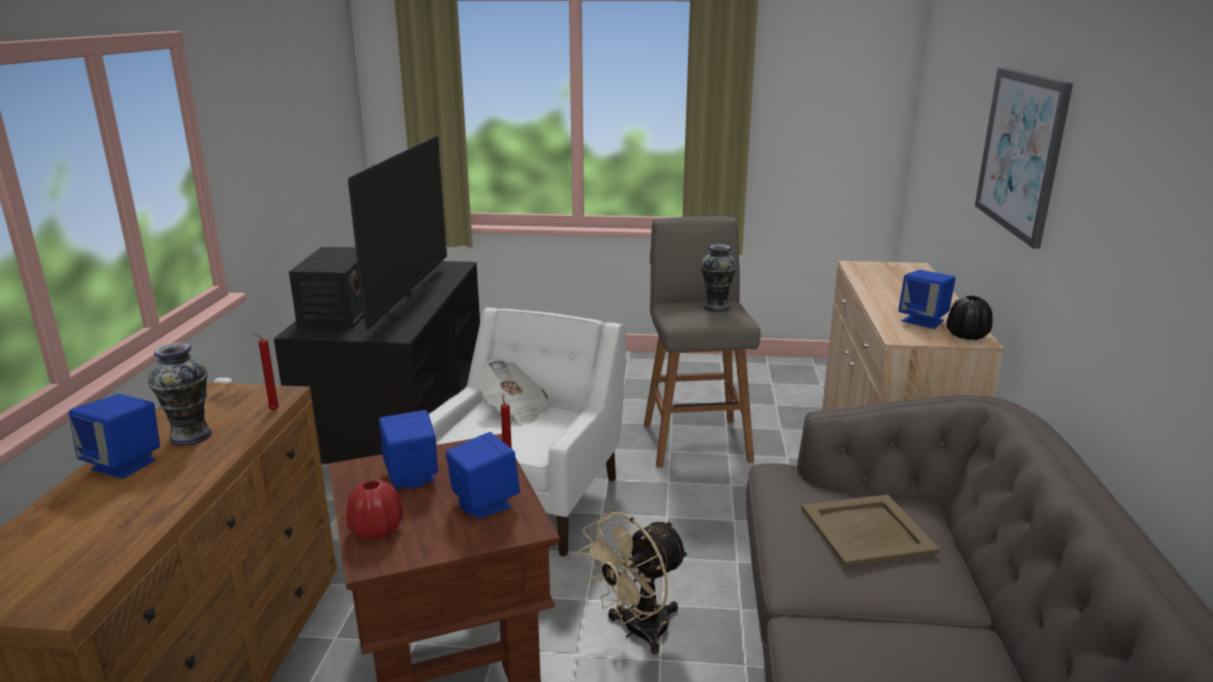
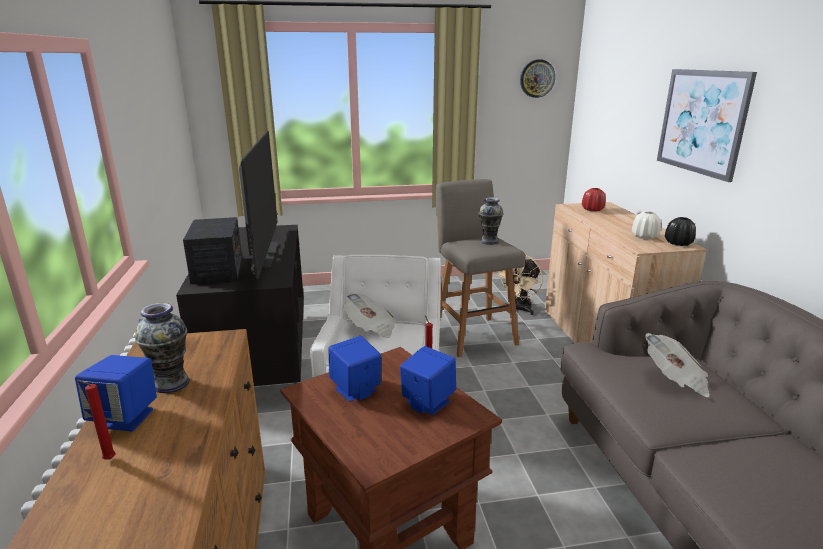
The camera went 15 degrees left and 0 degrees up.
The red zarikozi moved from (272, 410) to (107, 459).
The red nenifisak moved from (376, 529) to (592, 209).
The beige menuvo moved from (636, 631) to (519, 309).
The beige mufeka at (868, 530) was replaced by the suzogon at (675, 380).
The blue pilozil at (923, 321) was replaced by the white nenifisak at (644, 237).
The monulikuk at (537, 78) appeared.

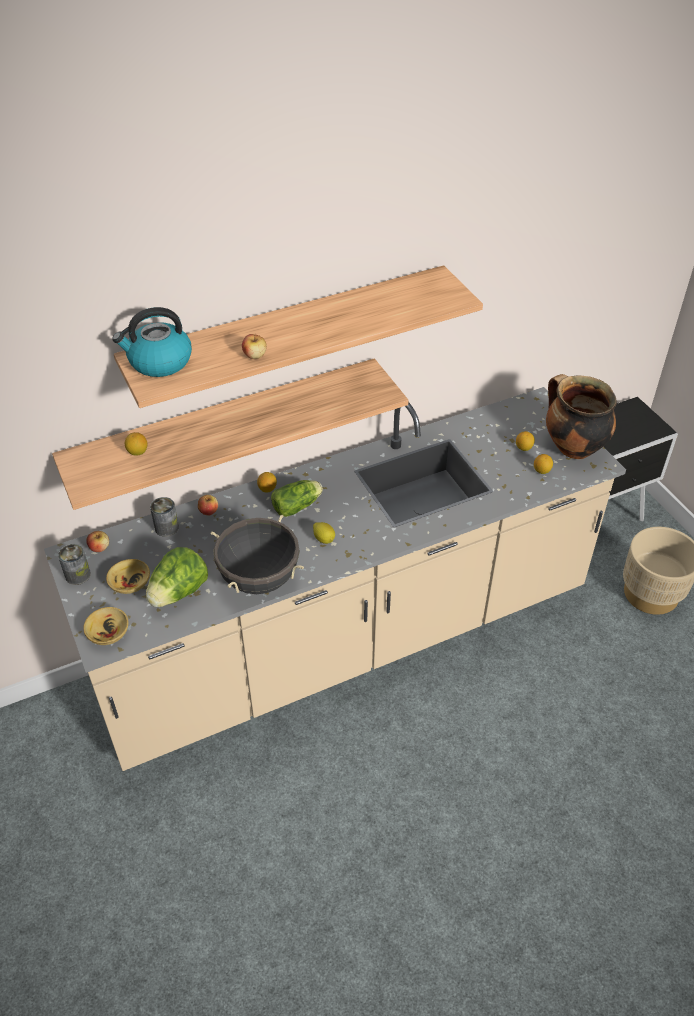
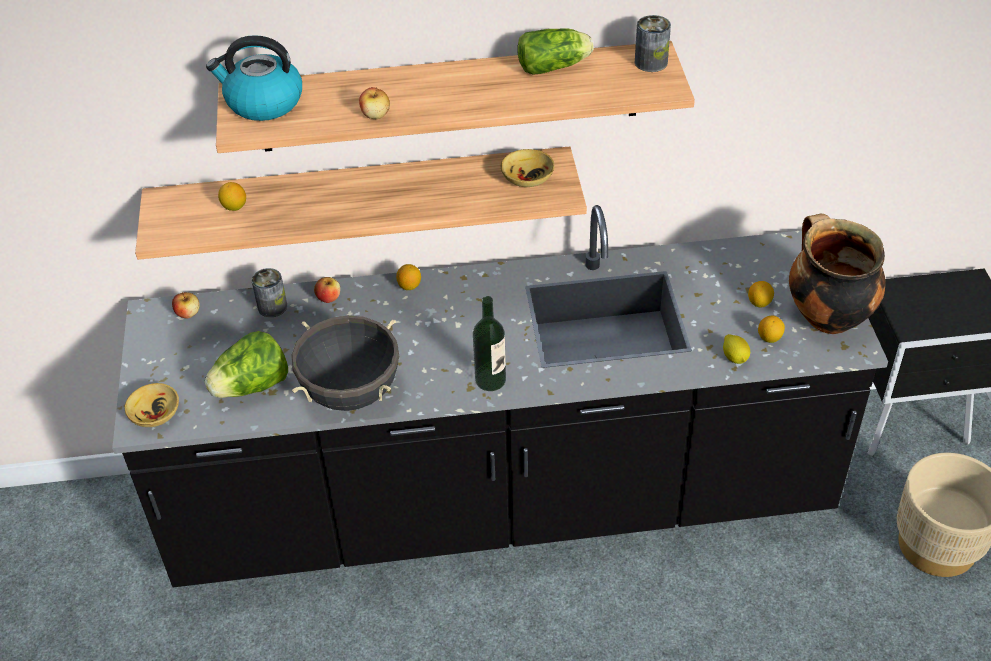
The camera went 20 degrees right and 0 degrees up.
The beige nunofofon at (346, 641) became the black nunofofon at (501, 505).
The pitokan moved from (78, 575) to (651, 62).
The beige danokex moved from (129, 582) to (527, 177).
The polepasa moved from (298, 506) to (555, 66).
The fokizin moved from (324, 539) to (735, 357).
The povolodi at (490, 380) appeared.

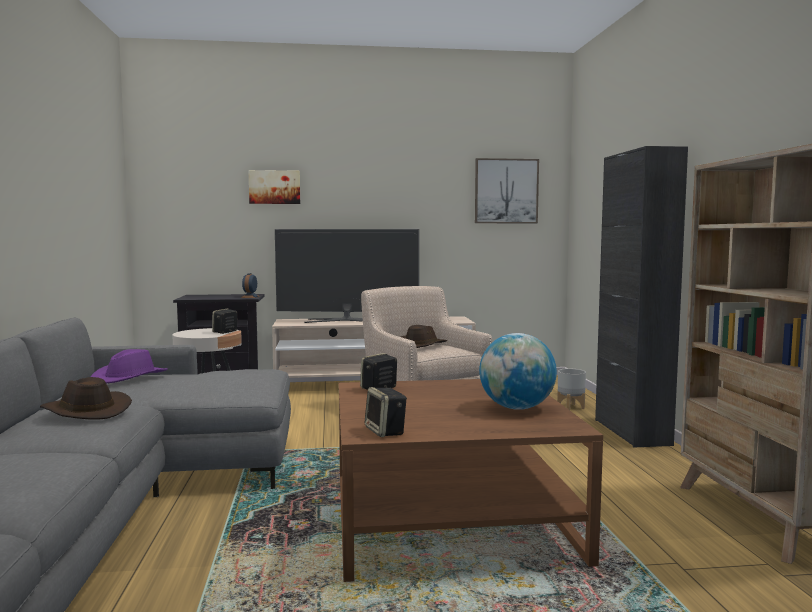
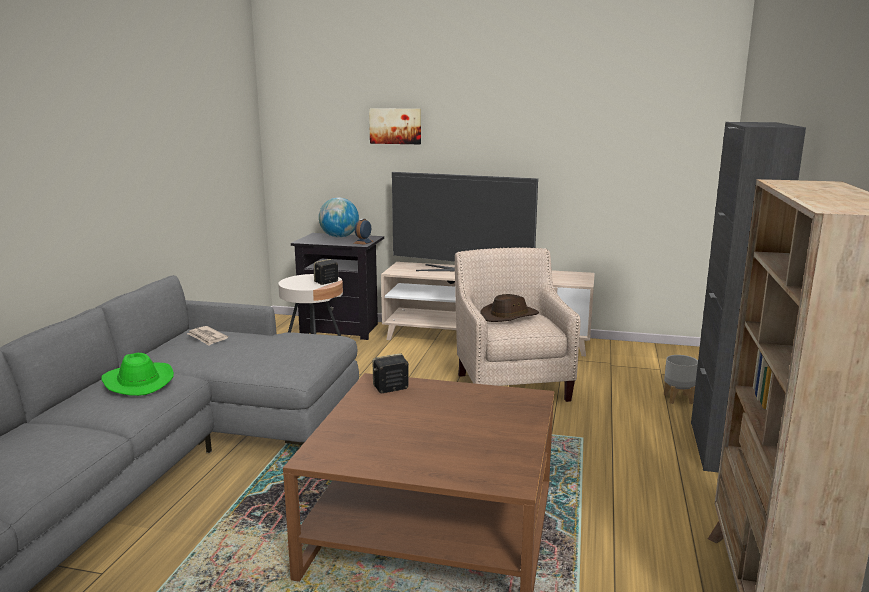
The camera went 20 degrees right and 10 degrees up.
The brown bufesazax at (85, 411) became the green bufesazax at (137, 382).
The purple bufesazax at (130, 377) was replaced by the suzogon at (207, 337).
The pilozil at (386, 431) disappeared.
The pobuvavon at (506, 191) disappeared.
The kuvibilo moved from (516, 408) to (339, 237).

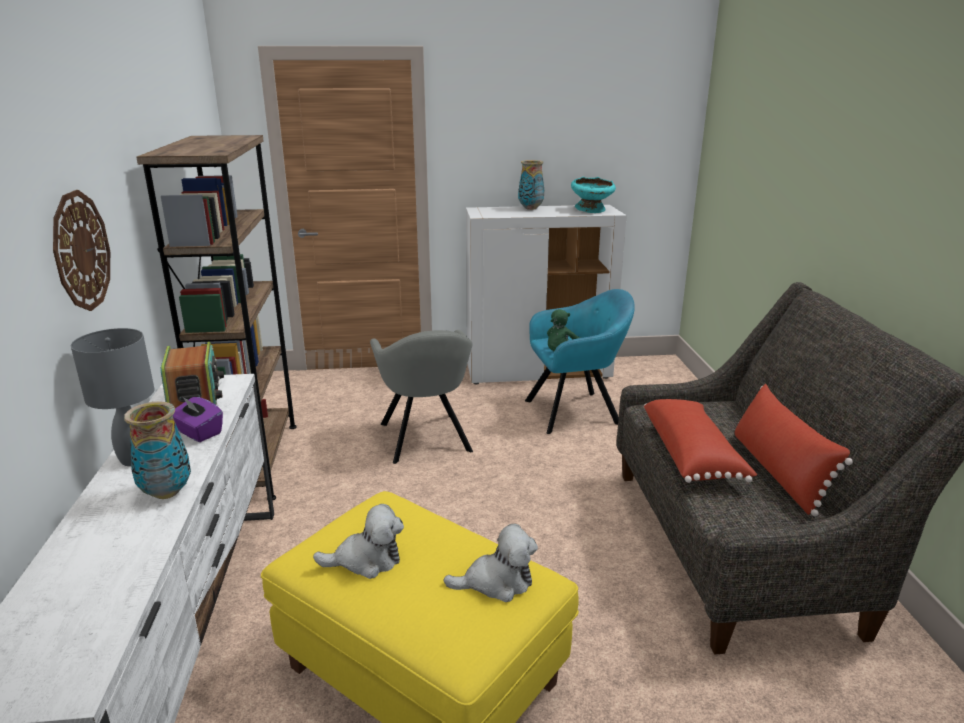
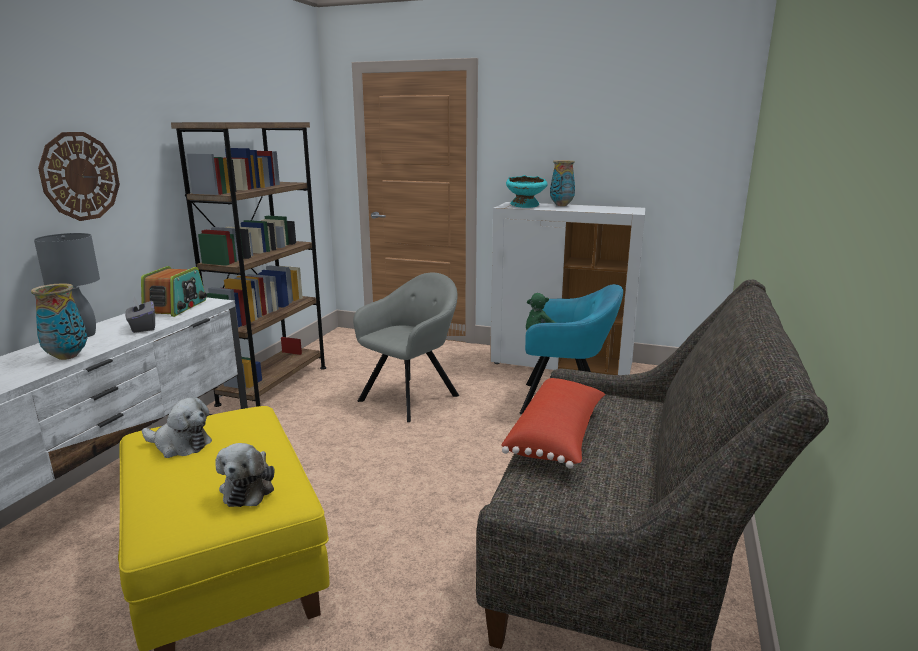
The camera went 25 degrees right and 5 degrees down.
The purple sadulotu at (198, 432) became the grey sadulotu at (143, 327).
The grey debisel at (426, 439) turned 150 degrees counterclockwise.
The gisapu at (496, 582) turned 75 degrees clockwise.
The turquoise danokex moved from (592, 210) to (526, 206).
The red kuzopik at (777, 472) disappeared.

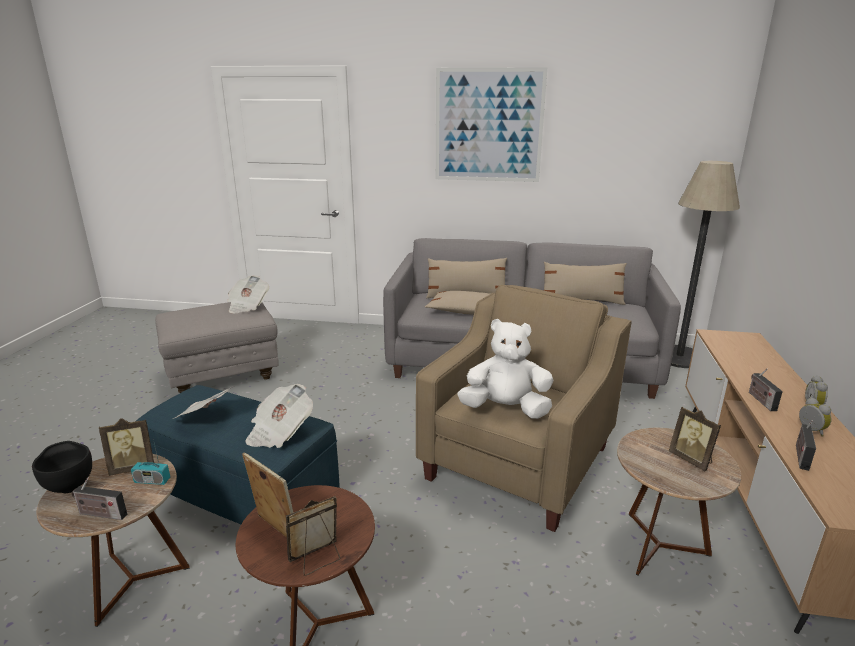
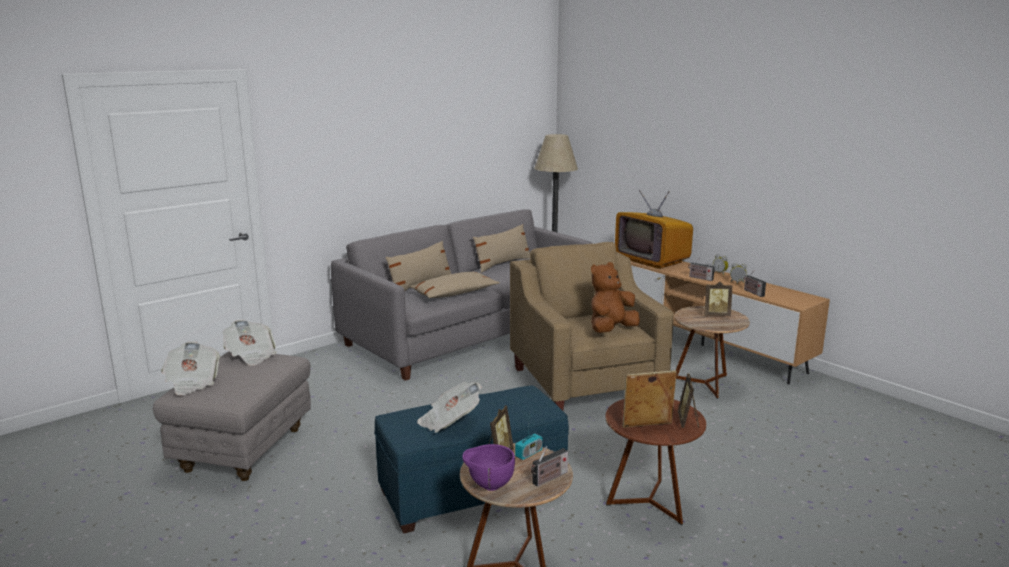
The camera went 50 degrees left and 5 degrees down.
The black danokex at (70, 486) became the purple danokex at (488, 486).
The suzogon moved from (279, 432) to (192, 382).
The pobuvavon at (488, 126) disappeared.
The white gisapu at (505, 409) became the brown gisapu at (611, 330).
The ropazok at (652, 260) appeared.

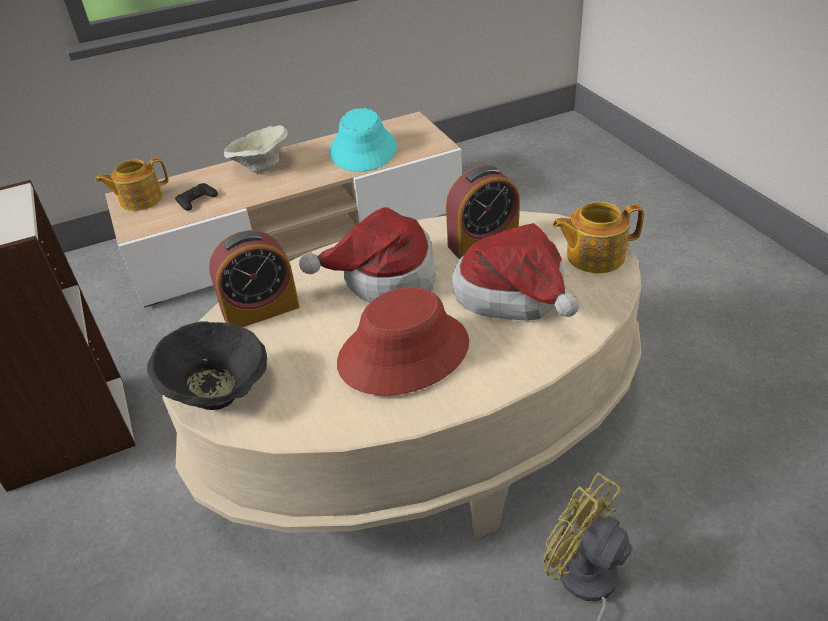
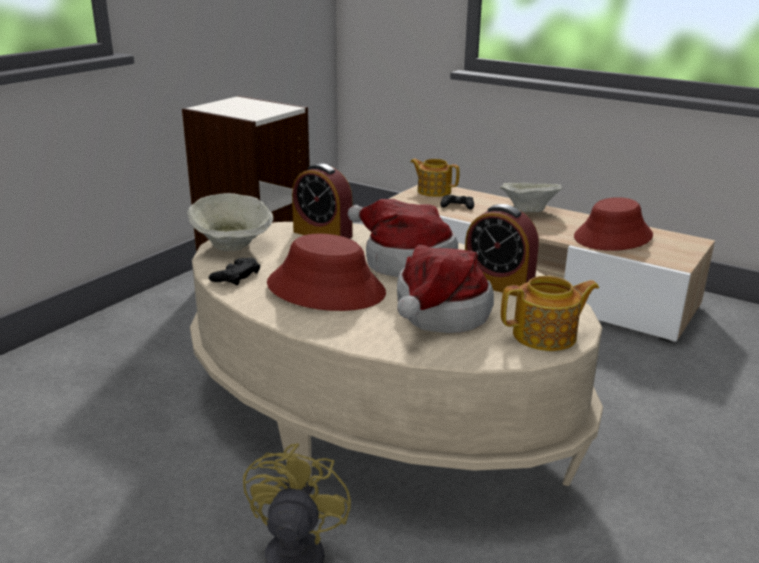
The camera went 55 degrees right and 15 degrees down.
The black danokex at (219, 393) became the beige danokex at (233, 246).
The turquoise bufesazax at (363, 150) became the red bufesazax at (613, 237).
The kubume at (593, 256) turned 120 degrees clockwise.
The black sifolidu at (235, 276) appeared.

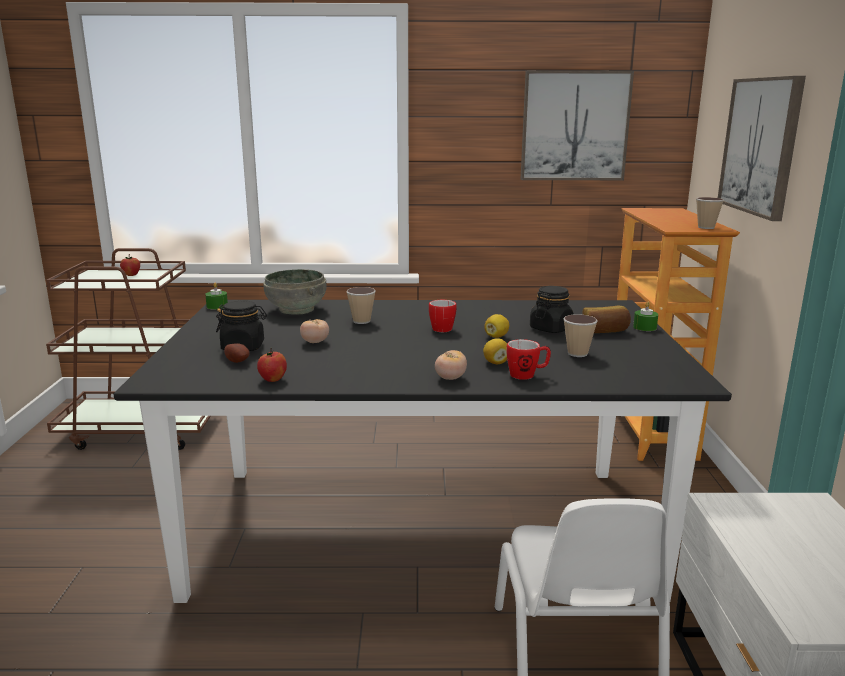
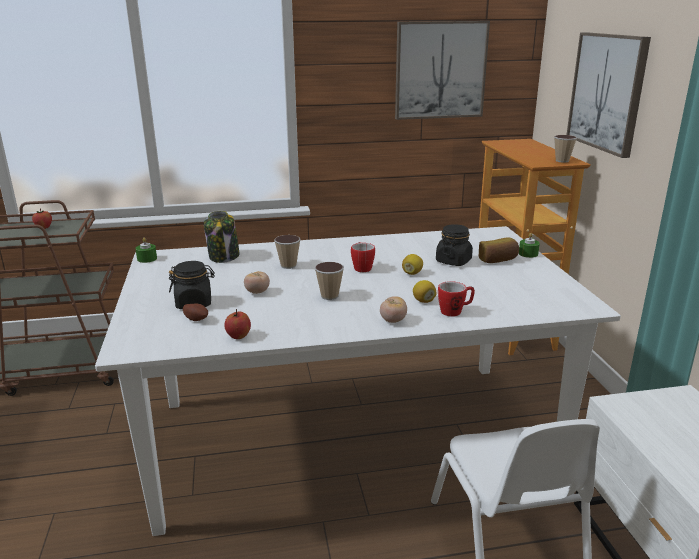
The camera went 10 degrees left and 5 degrees up.
The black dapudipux at (420, 529) became the white dapudipux at (349, 438).
The grey danokex at (297, 309) was replaced by the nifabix at (224, 257).
The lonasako moved from (577, 353) to (329, 296).

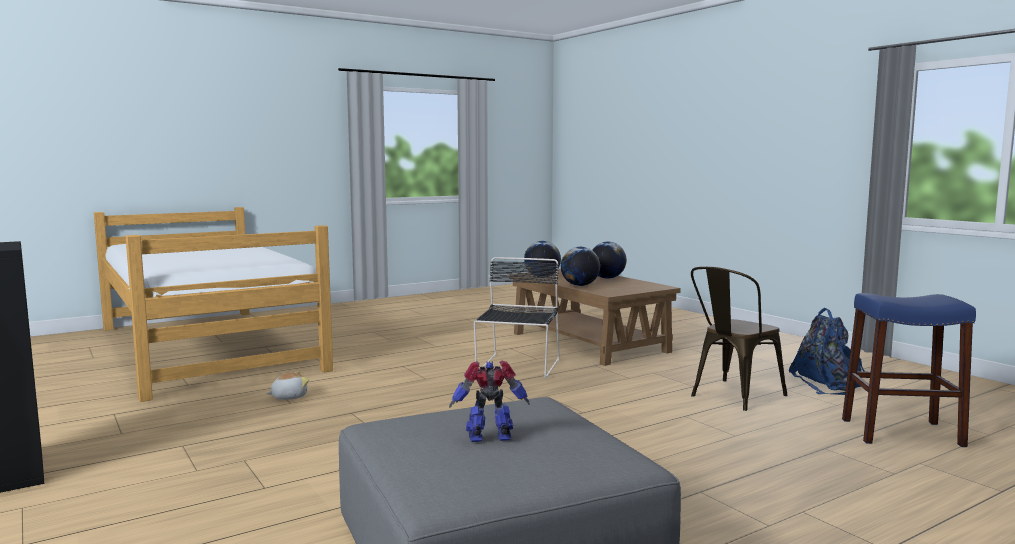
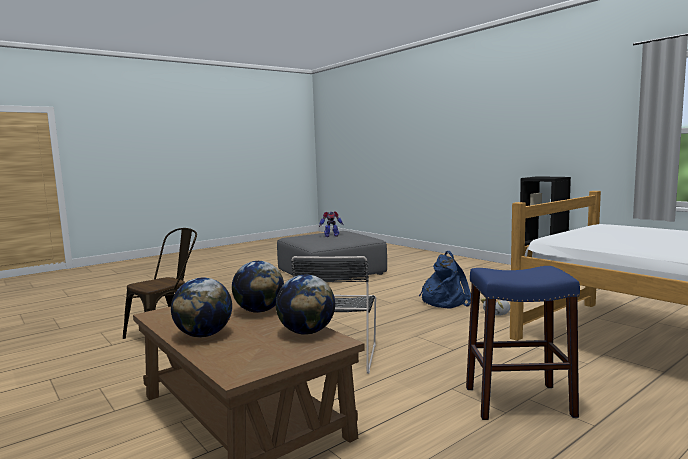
The camera went 175 degrees right and 0 degrees up.
The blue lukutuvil moved from (827, 383) to (444, 301).
The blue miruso moved from (901, 432) to (518, 401).

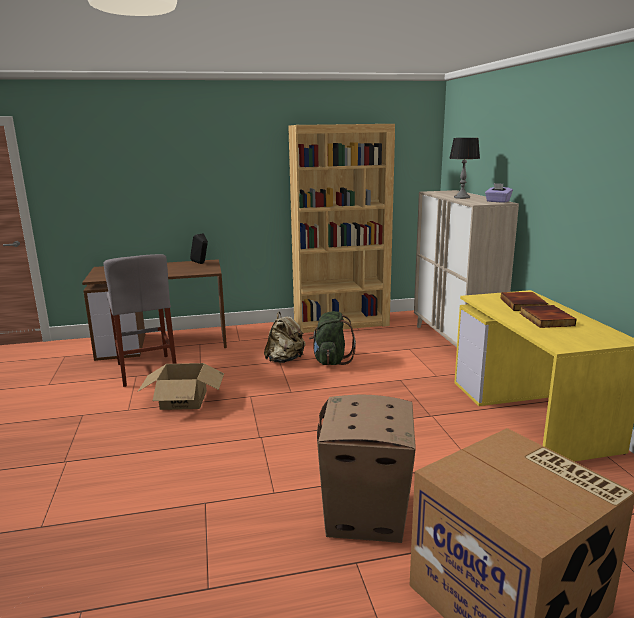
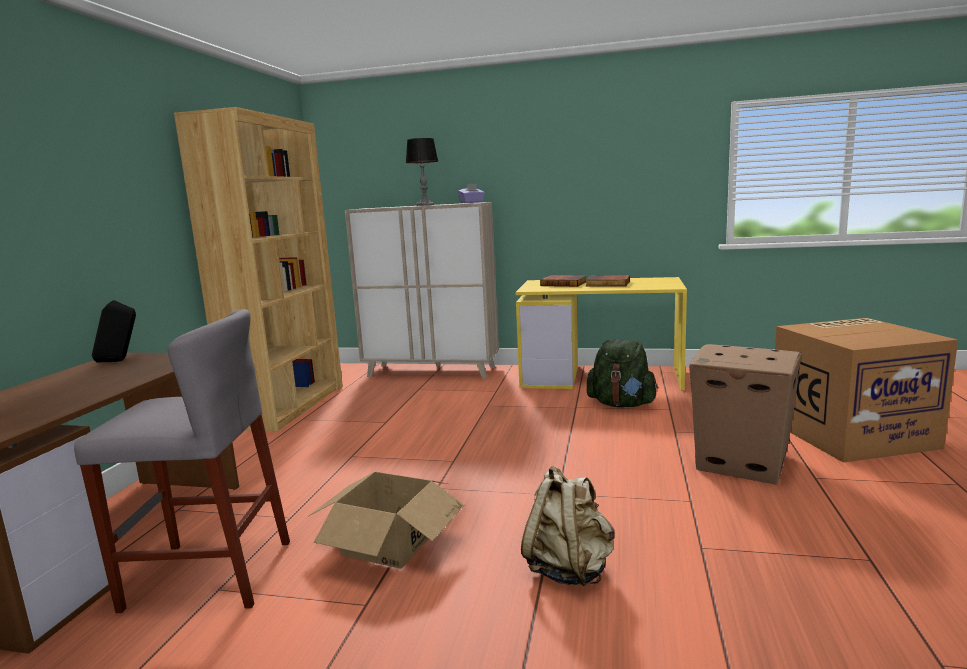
The camera went 65 degrees left and 5 degrees down.
The beige lukutuvil moved from (285, 360) to (569, 569).
The green lukutuvil moved from (331, 361) to (622, 404).

